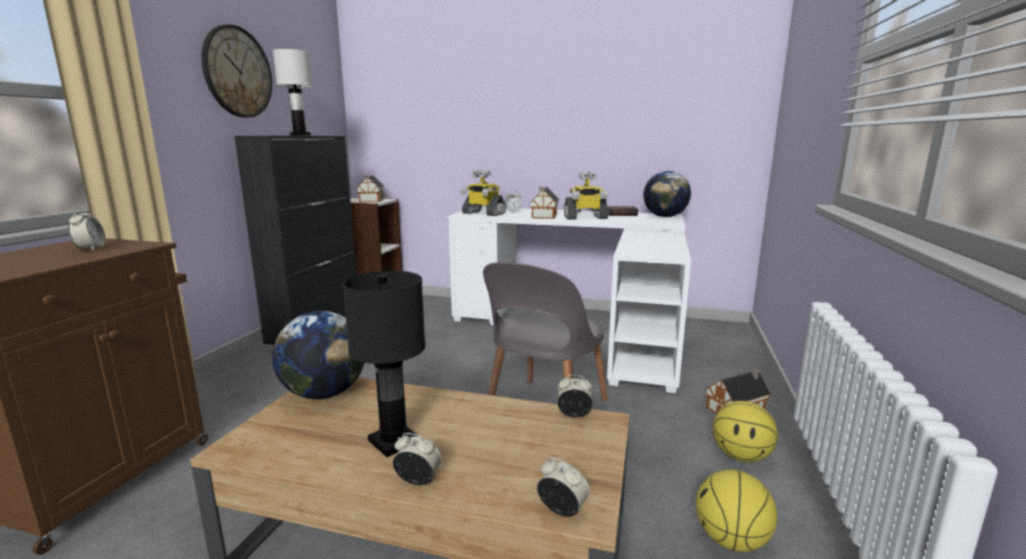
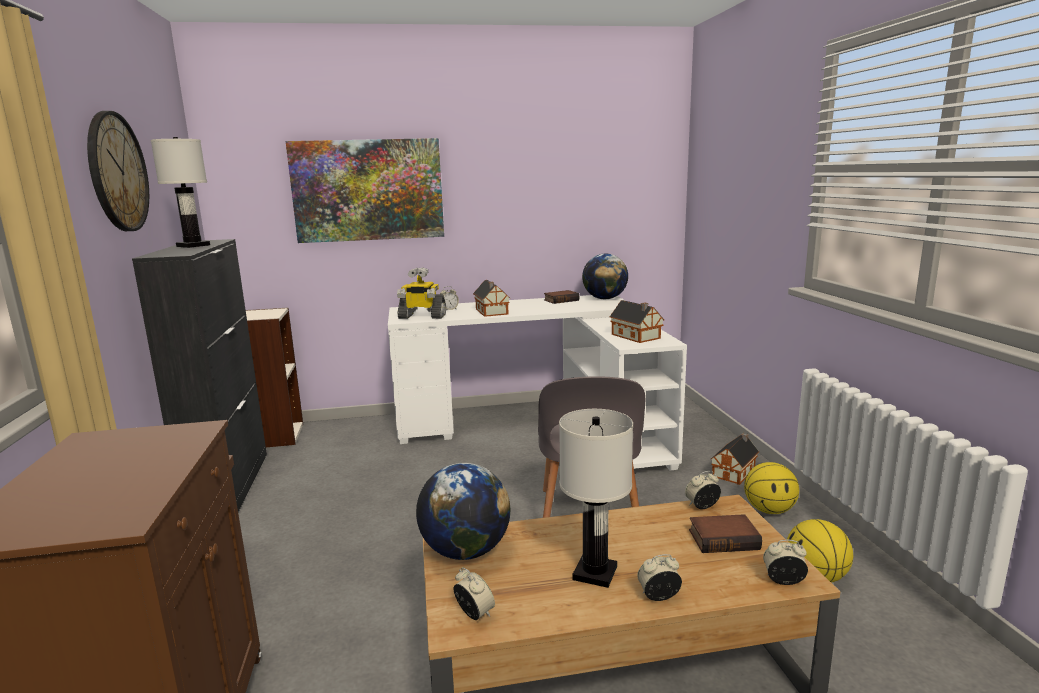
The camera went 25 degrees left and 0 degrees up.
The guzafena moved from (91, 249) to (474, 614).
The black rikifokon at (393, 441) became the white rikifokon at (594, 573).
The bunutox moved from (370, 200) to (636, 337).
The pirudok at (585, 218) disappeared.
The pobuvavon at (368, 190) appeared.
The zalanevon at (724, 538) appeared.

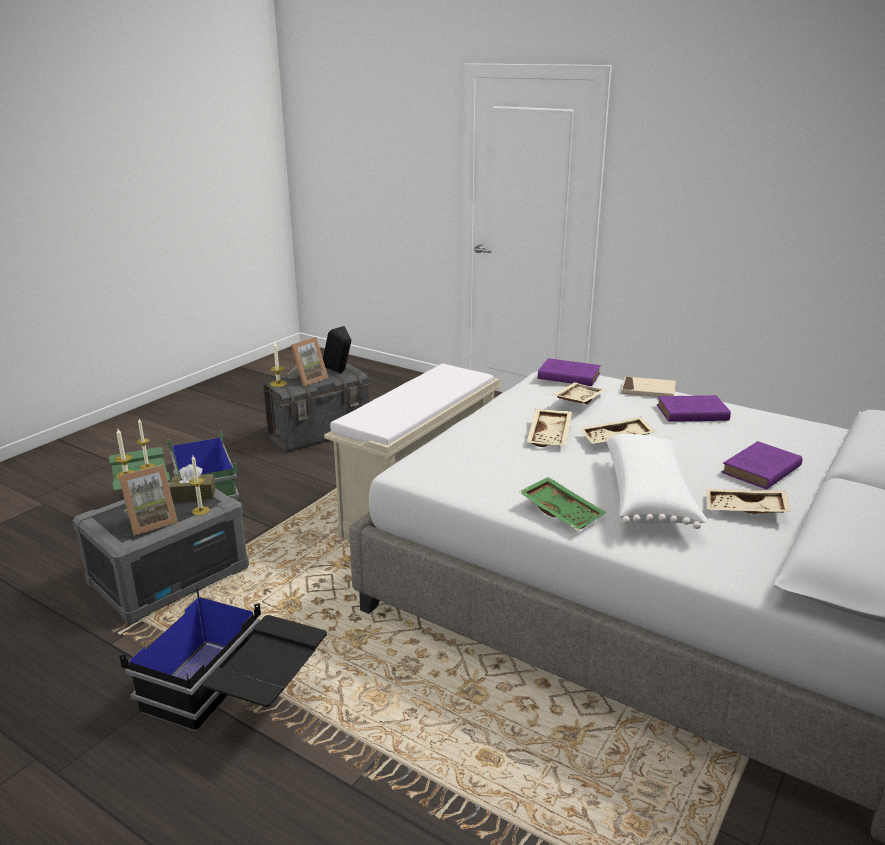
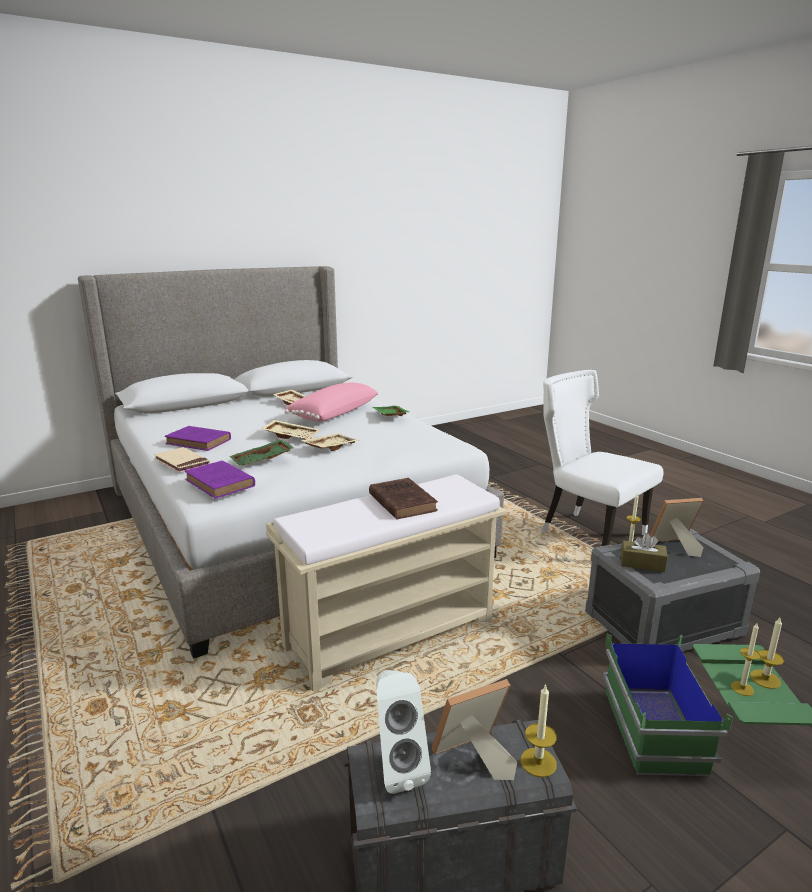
The camera went 155 degrees left and 5 degrees down.
The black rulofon at (235, 697) was replaced by the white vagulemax at (587, 534).
The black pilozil at (340, 372) became the white pilozil at (397, 768).
The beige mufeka at (577, 400) became the green mufeka at (263, 460).
The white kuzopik at (649, 497) became the pink kuzopik at (333, 414).
The purple zalanevon at (760, 470) disappeared.
The brown zalanevon at (401, 502) appeared.

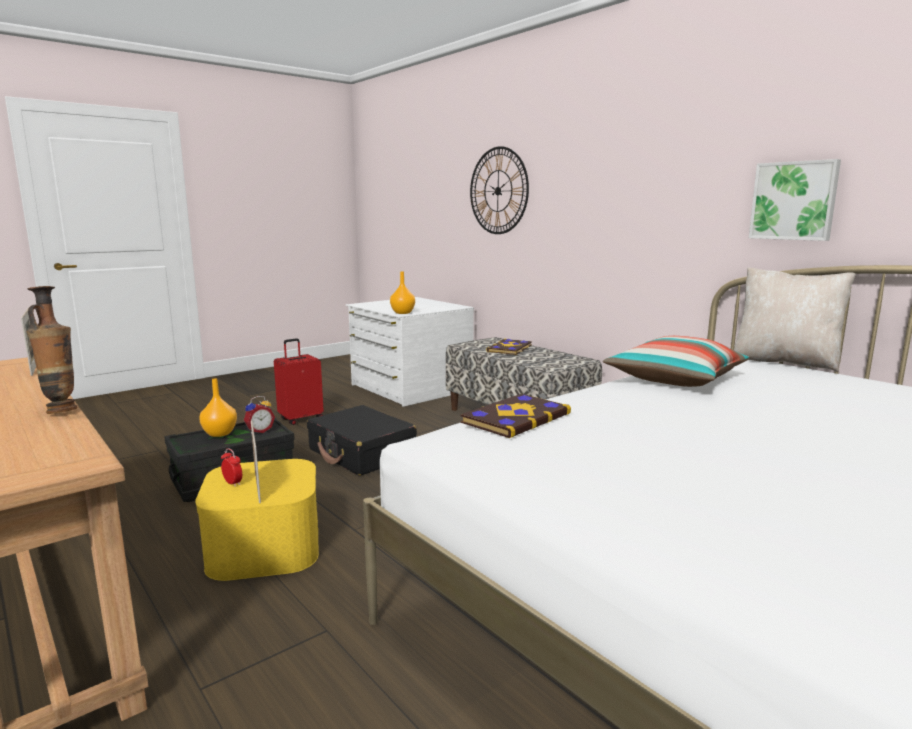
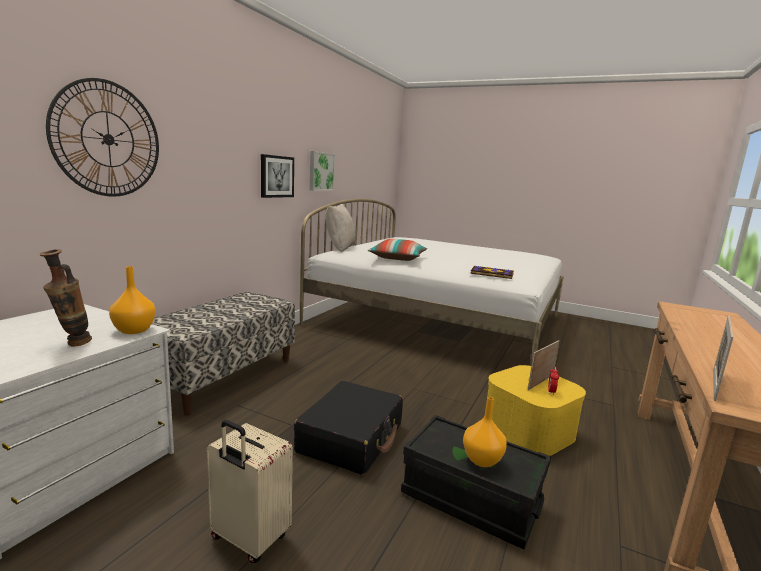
The camera went 115 degrees left and 0 degrees up.
The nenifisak moved from (62, 410) to (72, 345).
The guzafena at (259, 431) disappeared.
The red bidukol at (301, 419) became the beige bidukol at (248, 539).
The zalanevon at (510, 348) disappeared.
The pobuvavon at (276, 176) appeared.

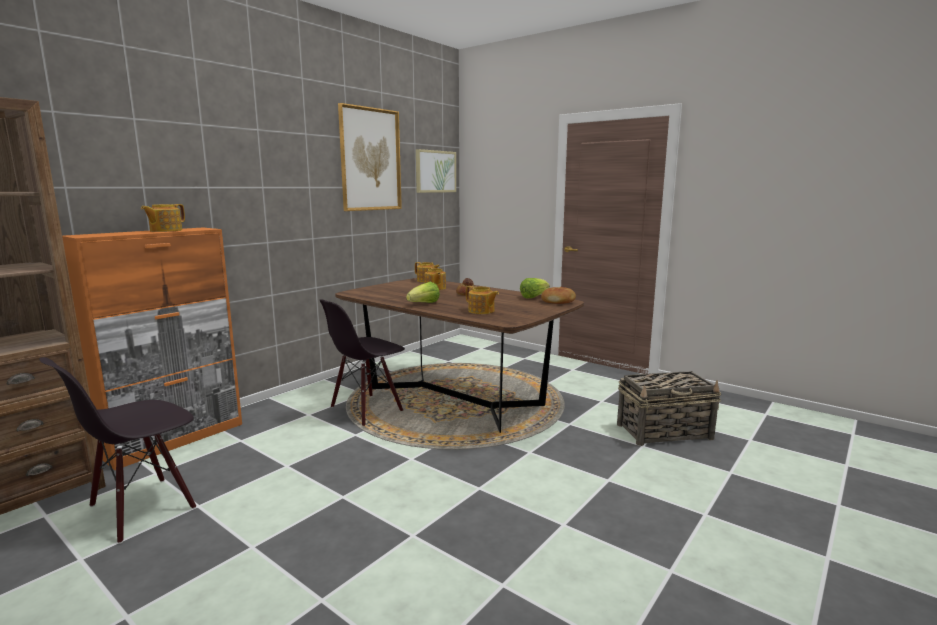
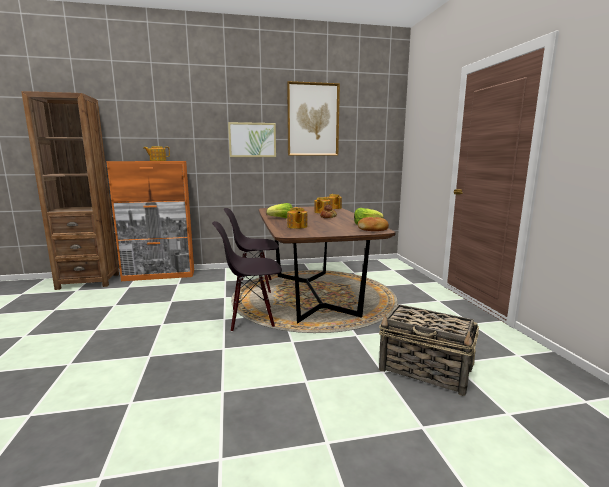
The camera went 40 degrees right and 0 degrees up.
The black vagulemax moved from (142, 508) to (251, 318).
The pobuvavon moved from (435, 171) to (252, 140).

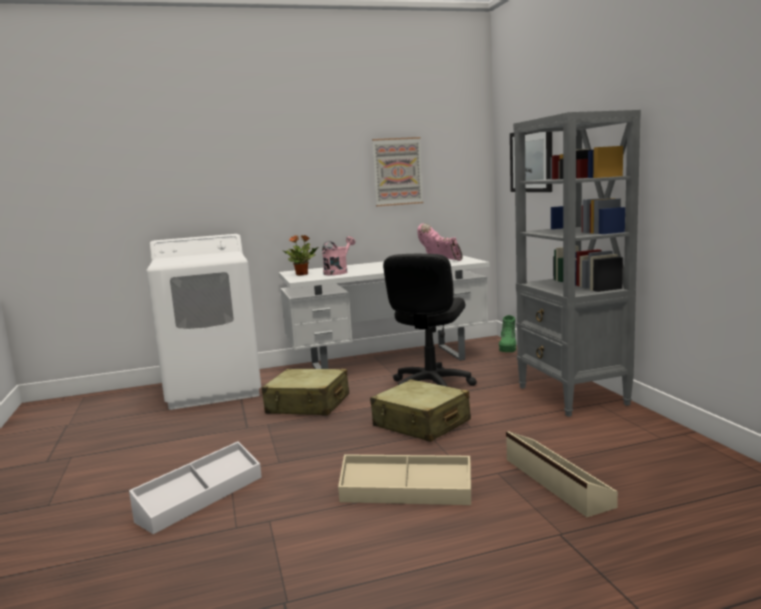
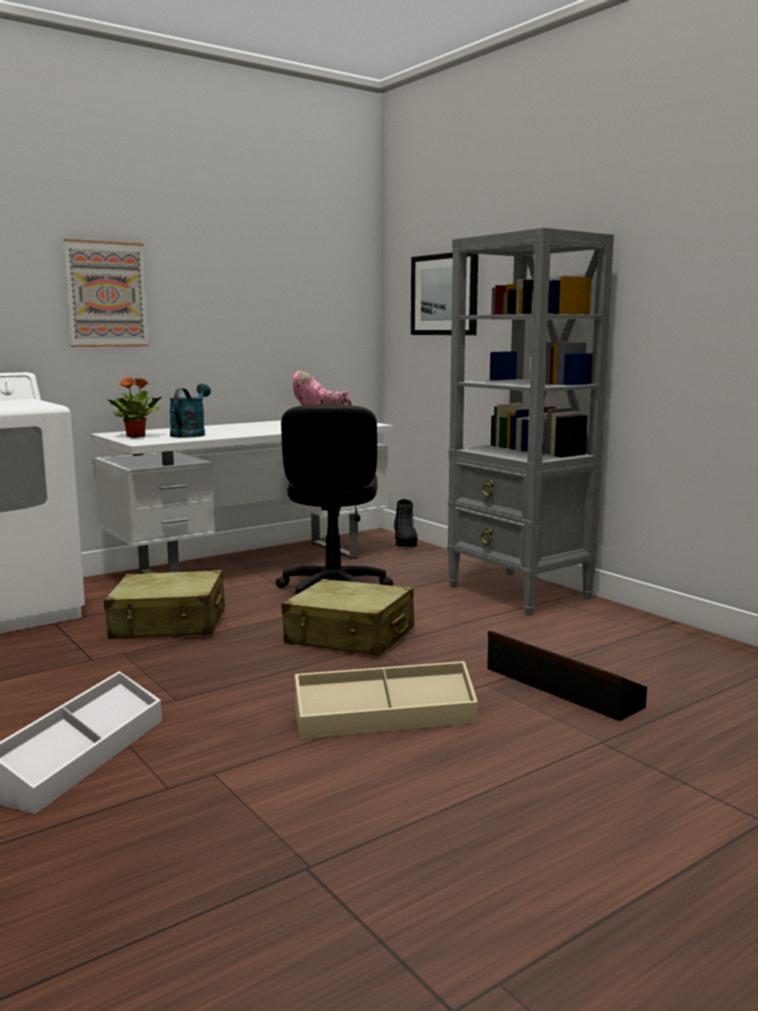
The camera went 20 degrees left and 0 degrees up.
The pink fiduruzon at (338, 272) became the turquoise fiduruzon at (190, 434).
The pobuvavon moved from (397, 171) to (106, 294).
The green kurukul at (508, 348) became the black kurukul at (405, 542).
The beige rulofon at (555, 482) became the black rulofon at (560, 687).

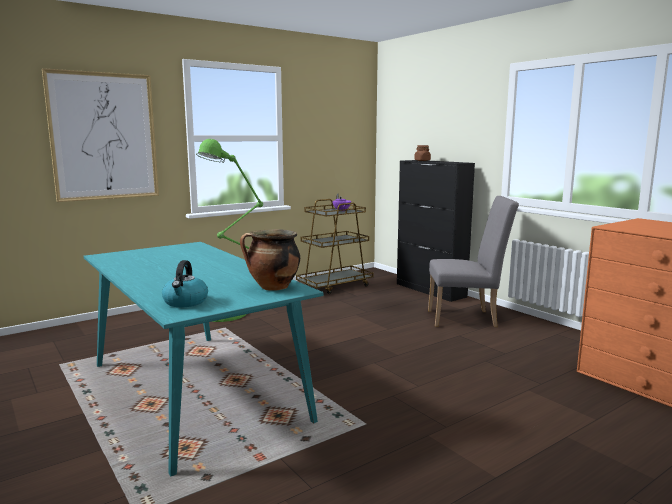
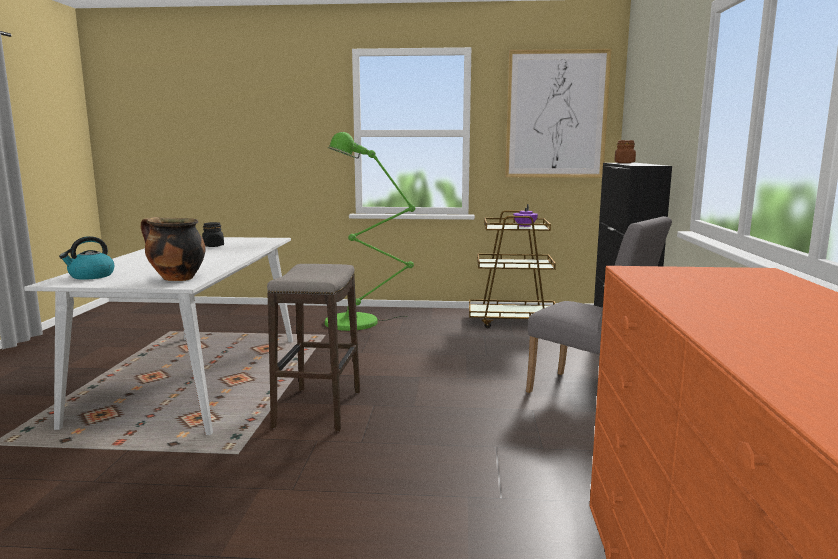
The camera went 40 degrees right and 0 degrees up.
The pobuvavon moved from (104, 136) to (556, 115).
The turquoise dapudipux at (196, 391) became the white dapudipux at (196, 378).
The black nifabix at (213, 246) appeared.
The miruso at (319, 409) appeared.

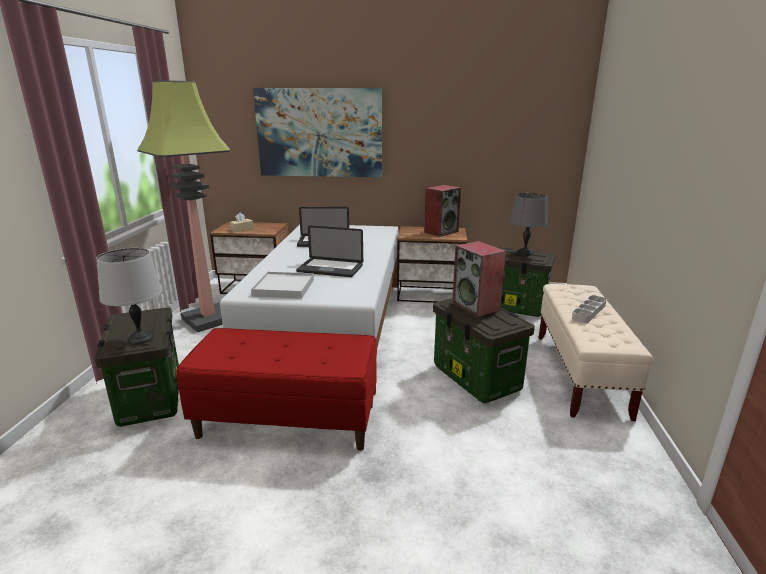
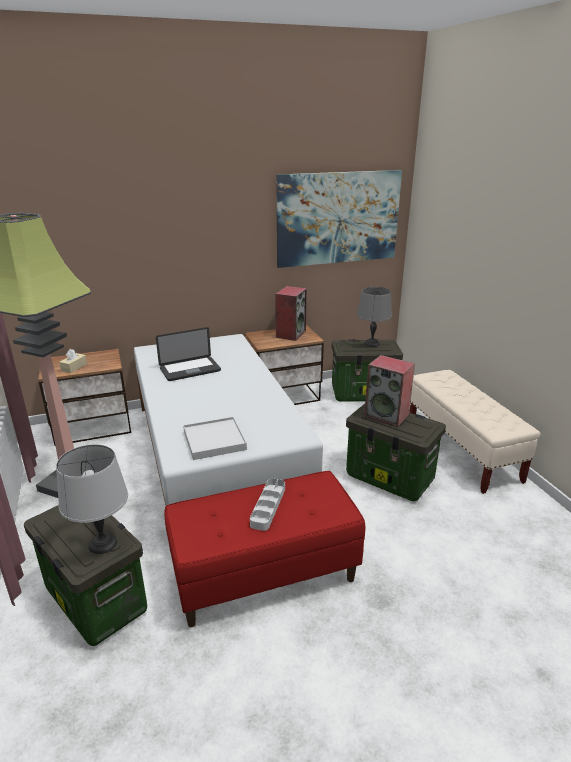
The camera went 25 degrees left and 5 degrees up.
The pobuvavon moved from (319, 133) to (338, 218).
The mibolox at (330, 269) disappeared.
The grey mufeka moved from (588, 312) to (268, 506).

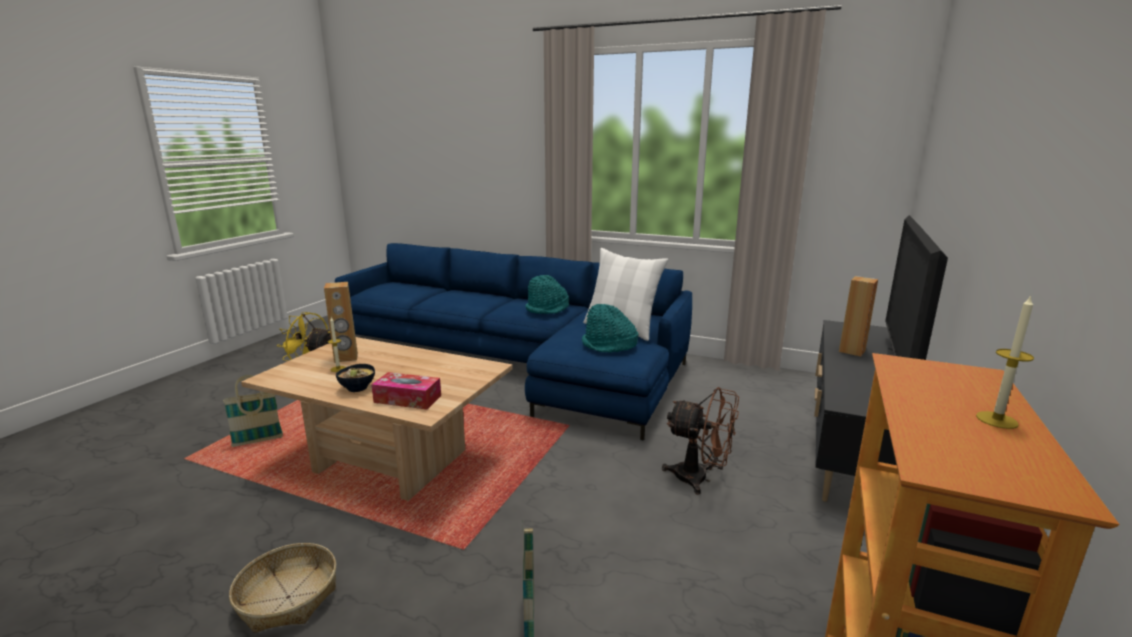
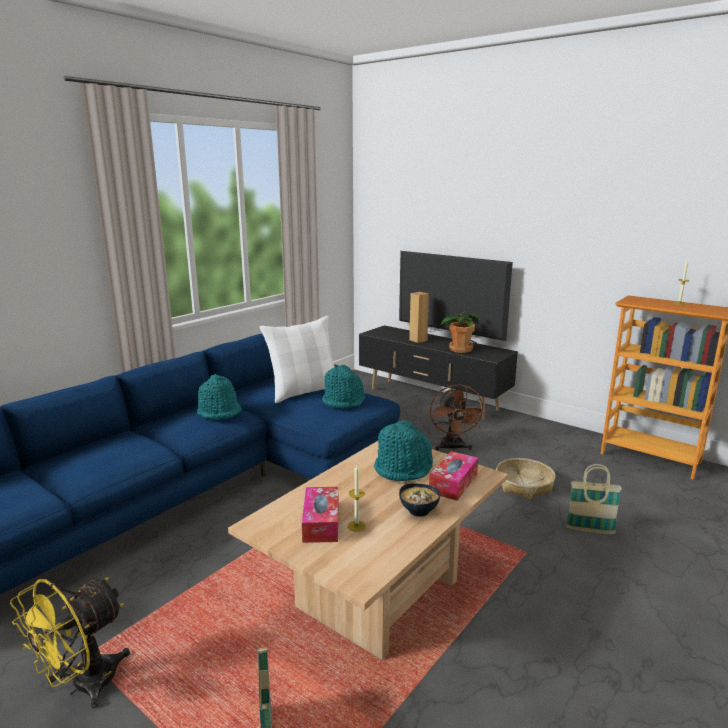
The camera went 75 degrees left and 0 degrees up.
The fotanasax moved from (287, 597) to (524, 485).
The brown pilozil at (346, 358) was replaced by the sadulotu at (321, 522).
The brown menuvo at (699, 479) turned 135 degrees clockwise.
The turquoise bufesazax at (404, 468) appeared.
The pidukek at (460, 349) appeared.

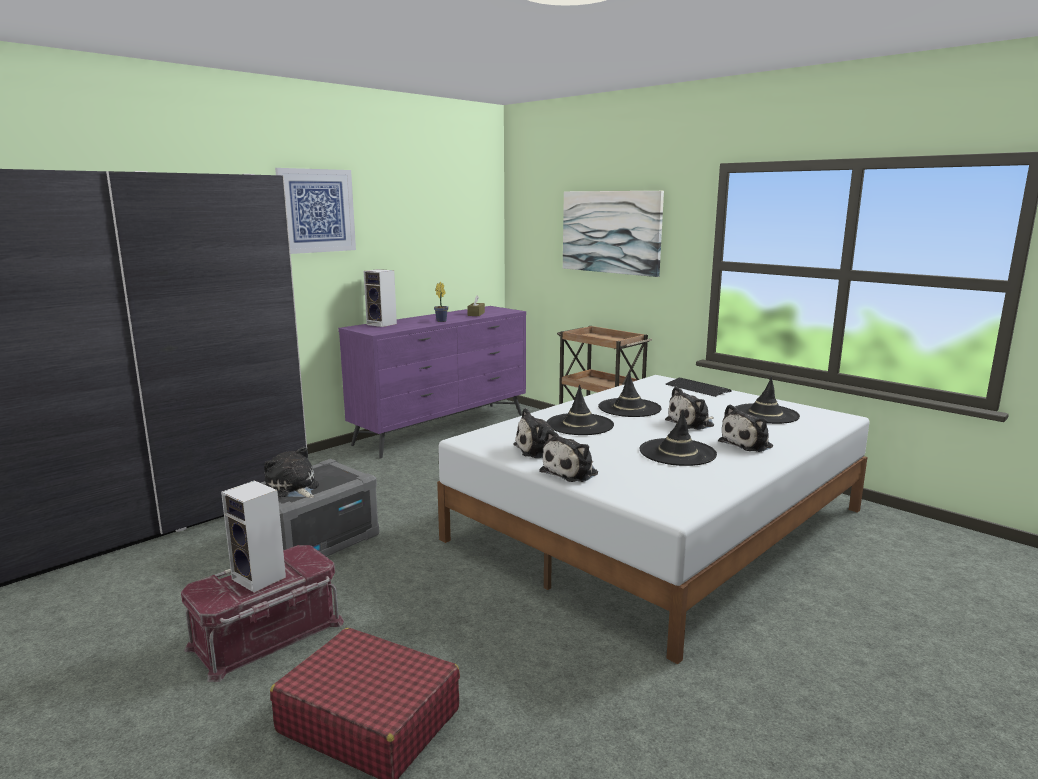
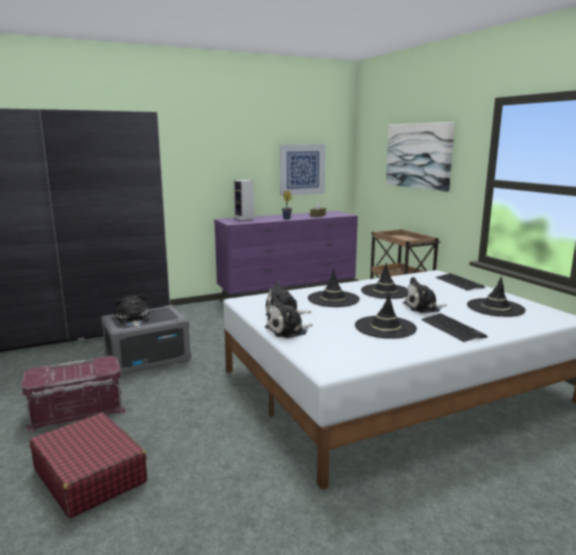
The camera went 20 degrees right and 0 degrees up.
The pilozil at (261, 578) disappeared.
The pobuvavon moved from (316, 211) to (302, 169).
The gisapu at (748, 444) was replaced by the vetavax at (452, 328).

